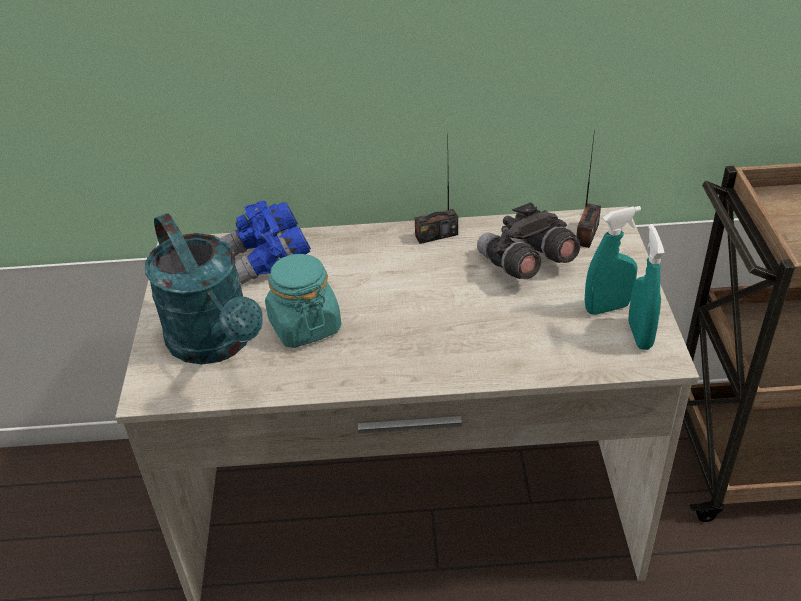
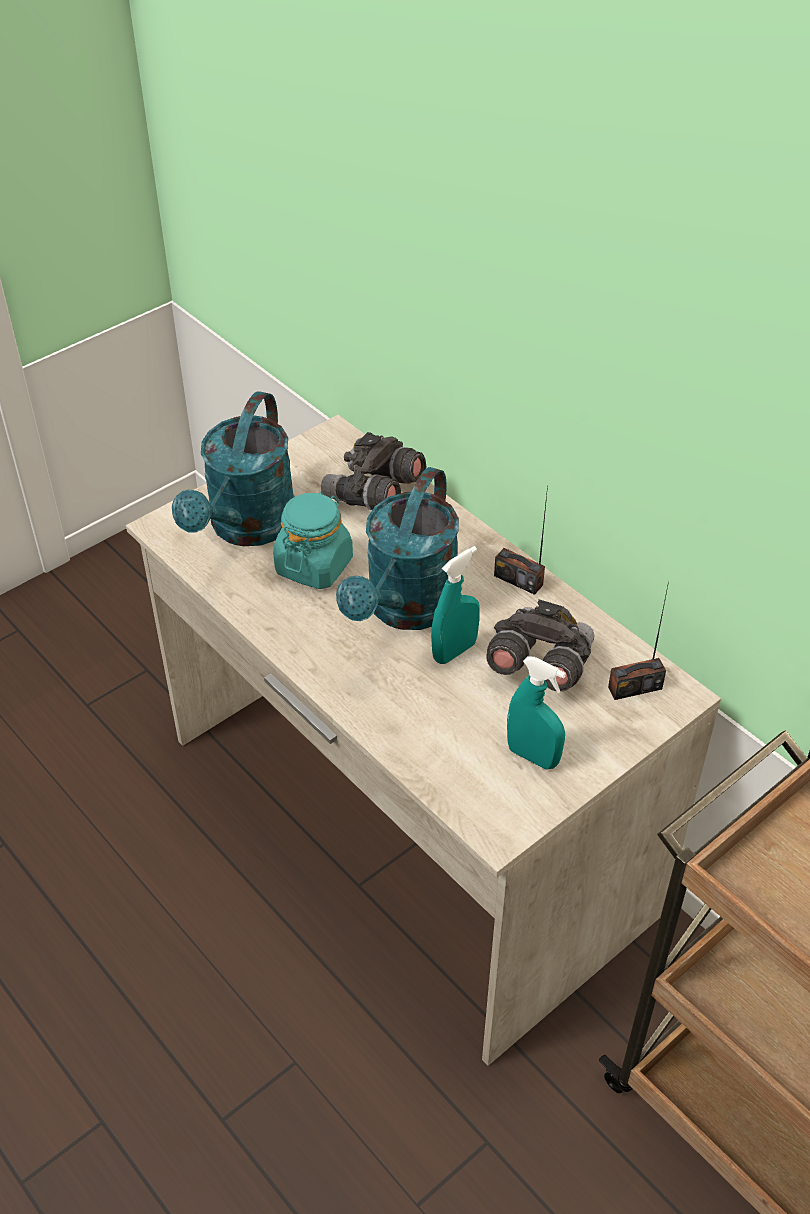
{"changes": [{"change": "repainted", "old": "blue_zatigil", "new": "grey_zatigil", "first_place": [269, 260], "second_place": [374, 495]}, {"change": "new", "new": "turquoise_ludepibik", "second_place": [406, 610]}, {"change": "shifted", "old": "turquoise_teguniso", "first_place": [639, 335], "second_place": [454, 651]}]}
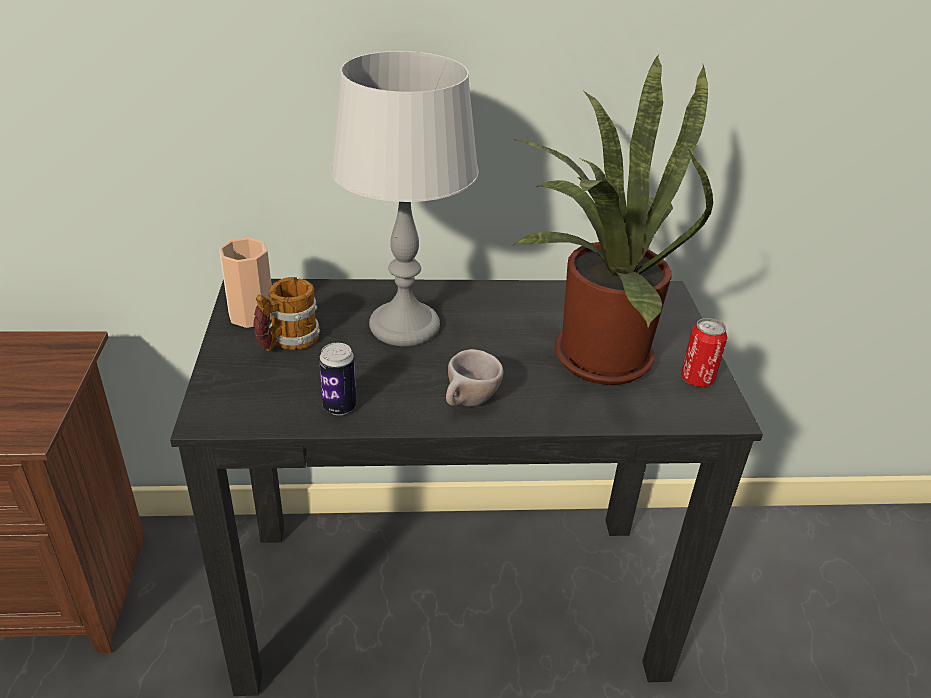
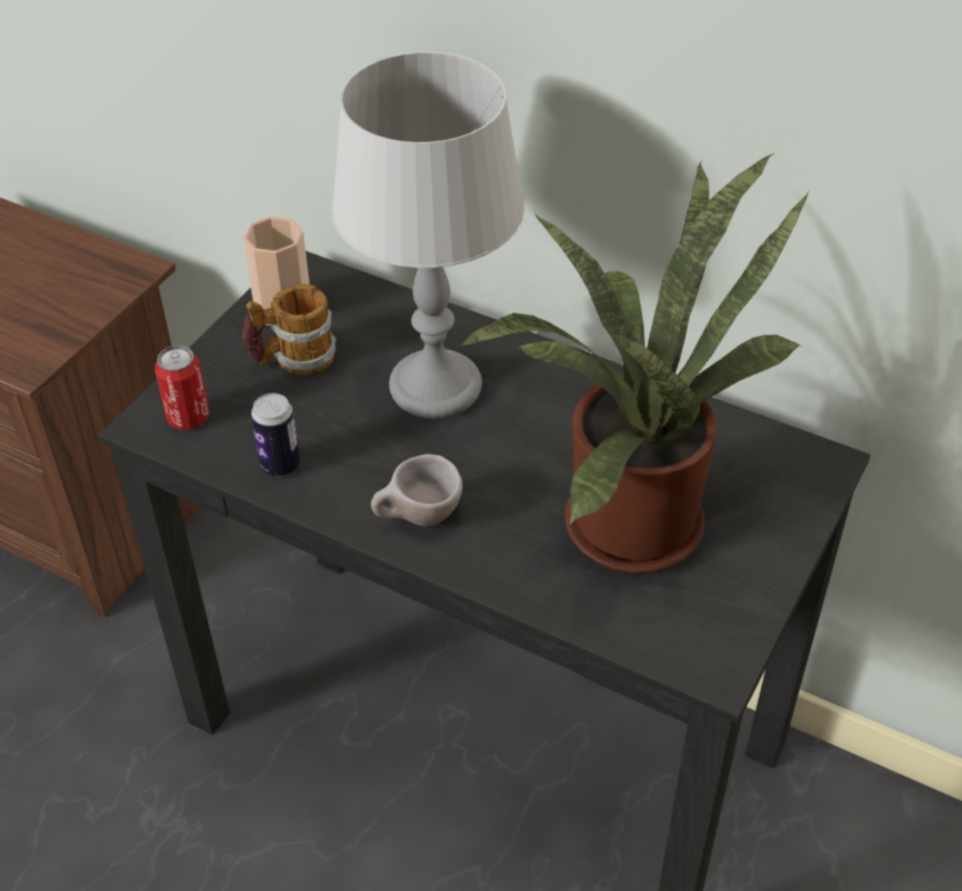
{"changes": [{"change": "shifted", "old": "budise", "first_place": [697, 379], "second_place": [188, 418]}]}
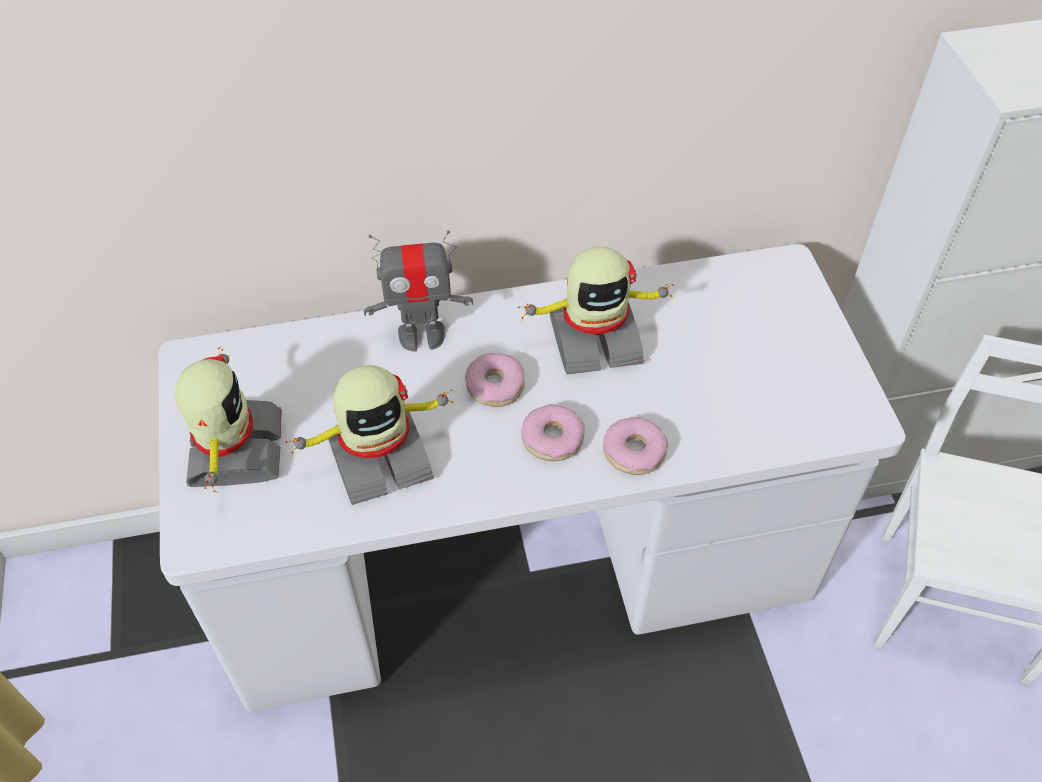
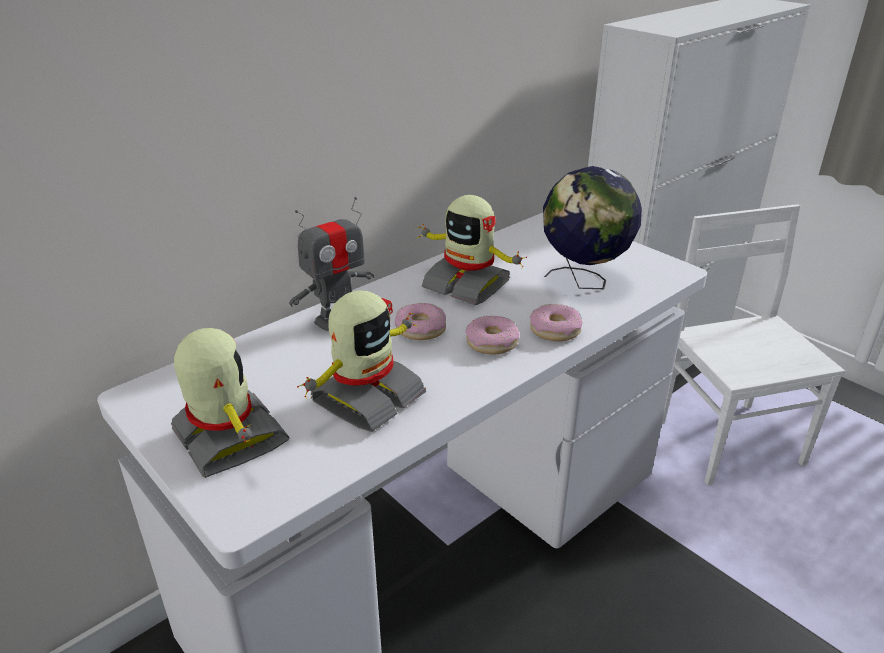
{"changes": [{"change": "rotated", "old": "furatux", "first_place": [594, 338], "second_place": [467, 284], "degrees": 75}, {"change": "new", "new": "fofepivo", "second_place": [583, 282]}]}
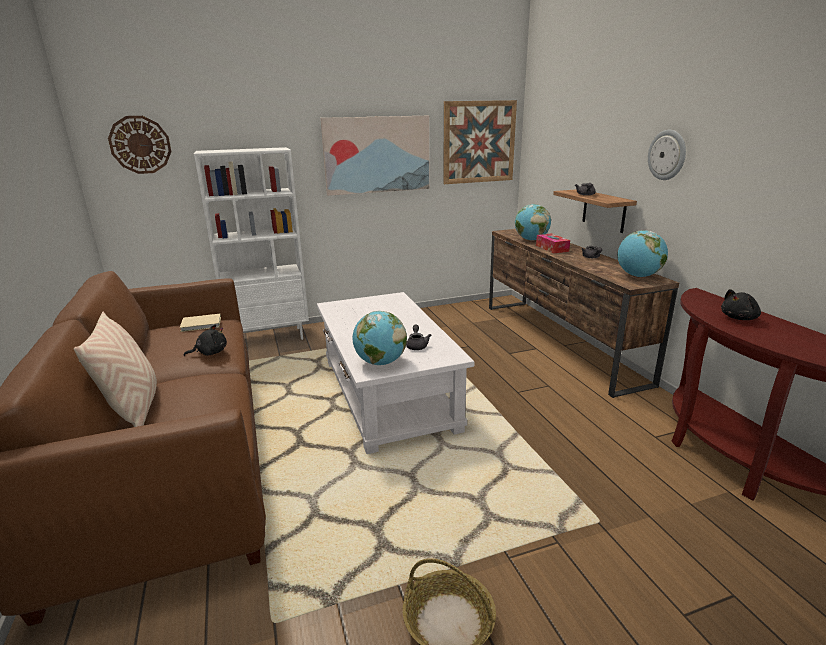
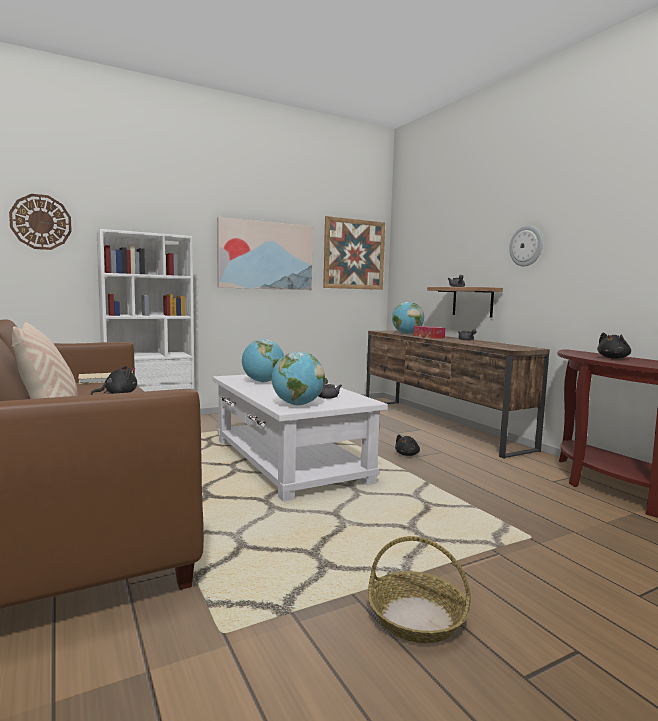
{"changes": [{"change": "shifted", "old": "fofepivo", "first_place": [638, 276], "second_place": [263, 382]}, {"change": "new", "new": "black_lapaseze", "second_place": [407, 454]}]}
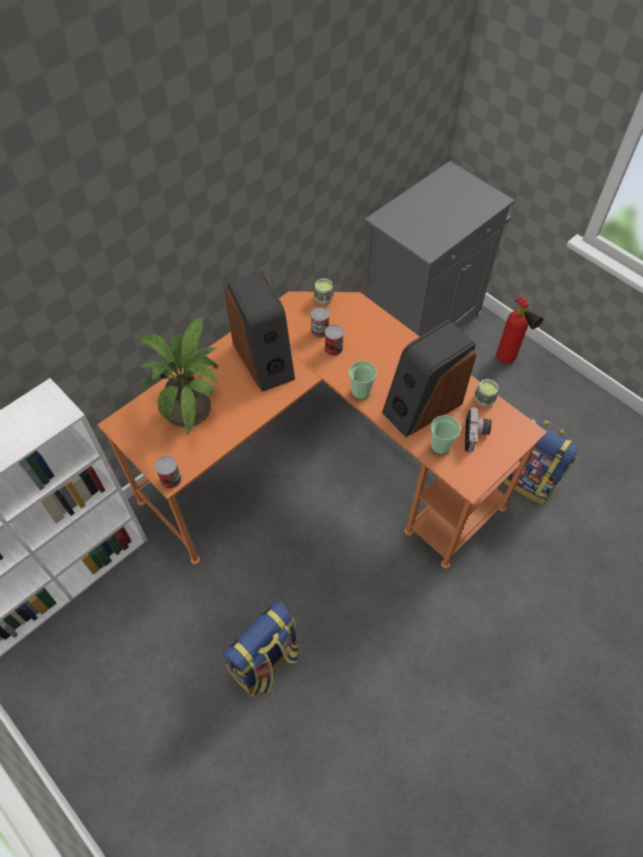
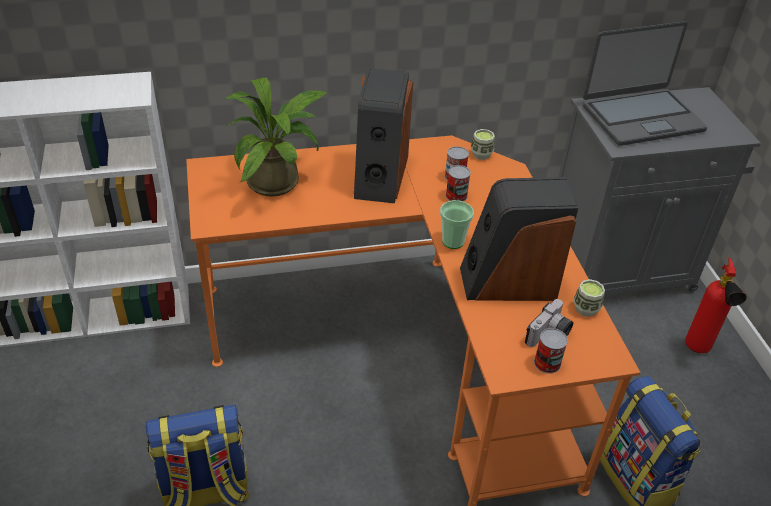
{"changes": [{"change": "shifted", "old": "budise", "first_place": [171, 479], "second_place": [547, 363]}, {"change": "new", "new": "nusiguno", "second_place": [641, 117]}, {"change": "gone", "old": "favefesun", "first_place": [440, 446]}]}
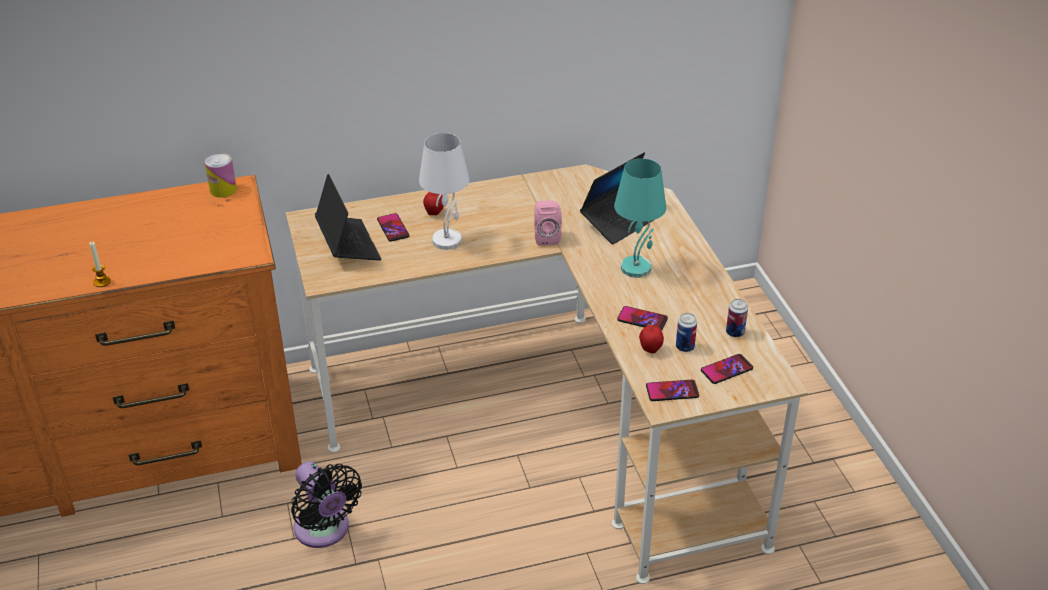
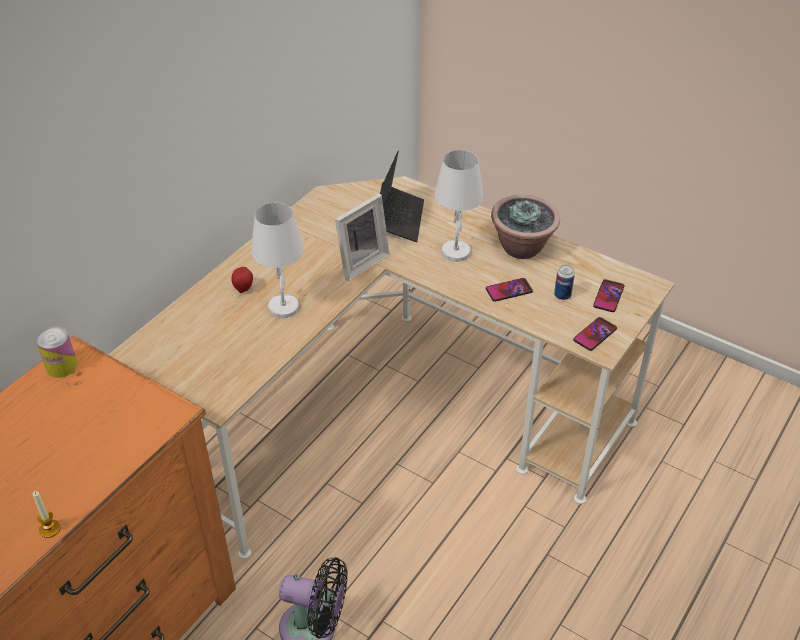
{"changes": [{"change": "swapped", "old": "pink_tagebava", "new": "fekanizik", "first_place": [546, 237], "second_place": [360, 262]}, {"change": "repainted", "old": "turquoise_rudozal", "new": "white_rudozal", "first_place": [636, 267], "second_place": [455, 251]}, {"change": "new", "new": "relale", "second_place": [522, 247]}, {"change": "gone", "old": "nusiguno", "first_place": [348, 244]}, {"change": "gone", "old": "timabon", "first_place": [393, 228]}, {"change": "gone", "old": "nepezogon", "first_place": [650, 350]}, {"change": "gone", "old": "budise", "first_place": [735, 333]}]}
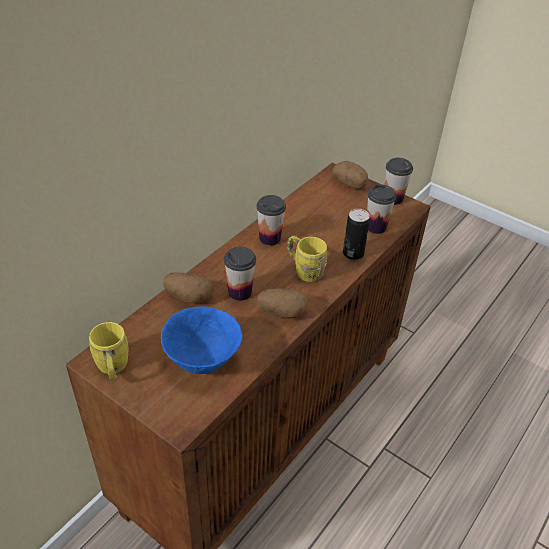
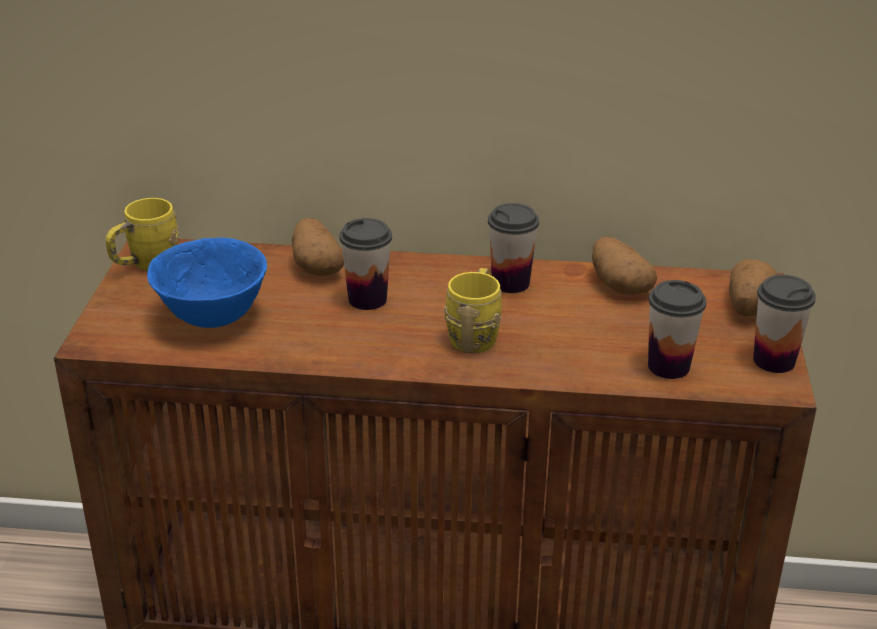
{"changes": [{"change": "shifted", "old": "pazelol", "first_place": [282, 312], "second_place": [618, 285]}, {"change": "gone", "old": "budise", "first_place": [353, 253]}]}
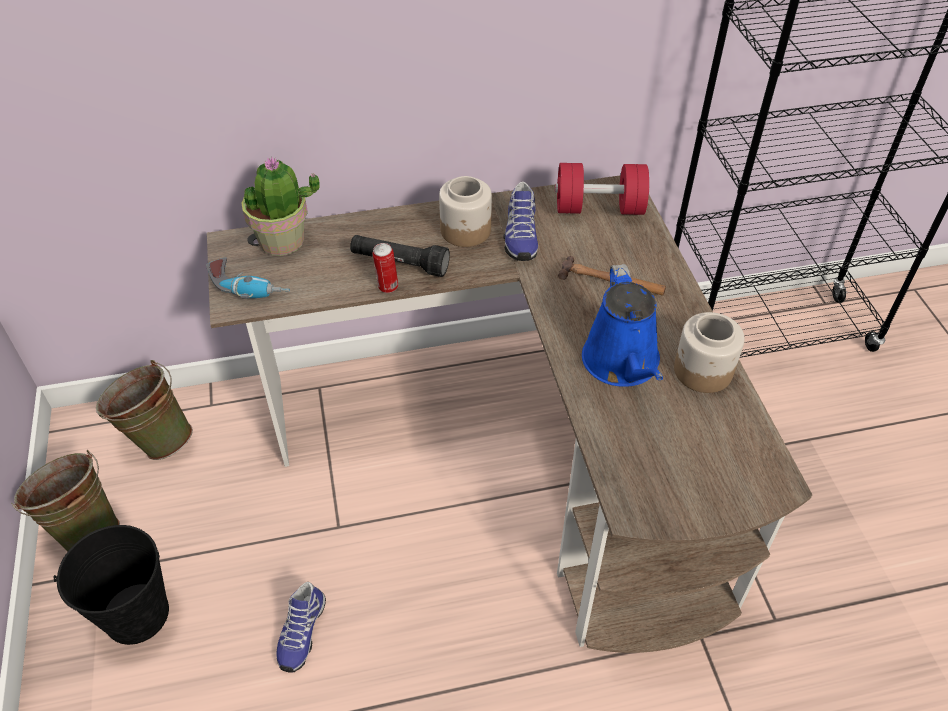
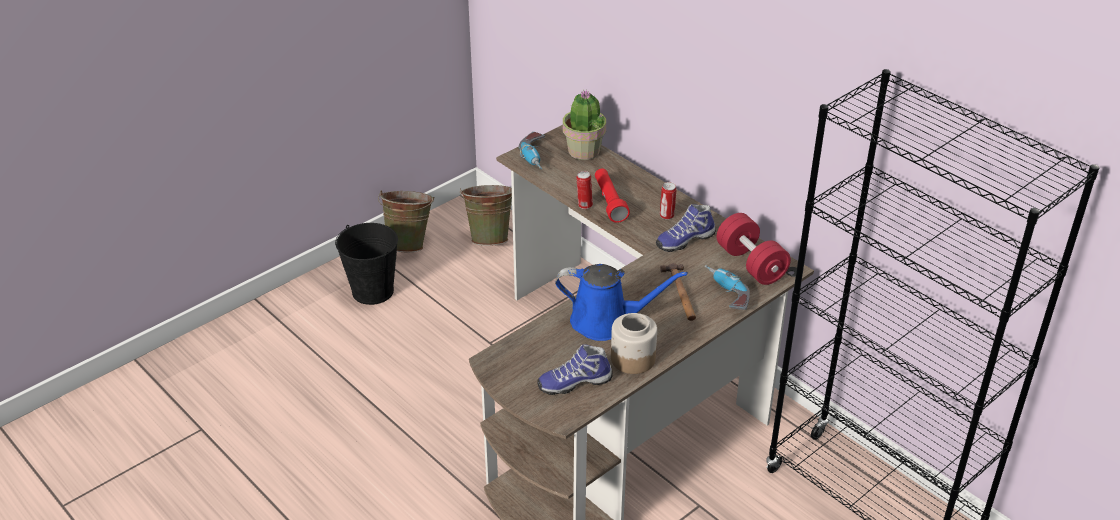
{"changes": [{"change": "shifted", "old": "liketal", "first_place": [301, 632], "second_place": [574, 382]}, {"change": "rotated", "old": "blue_ludepibik", "first_place": [622, 364], "second_place": [606, 322], "degrees": -135}, {"change": "repainted", "old": "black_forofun", "new": "red_forofun", "first_place": [399, 263], "second_place": [609, 202]}, {"change": "swapped", "old": "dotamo", "new": "budise", "first_place": [466, 231], "second_place": [667, 216]}, {"change": "new", "new": "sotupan", "second_place": [725, 294]}]}
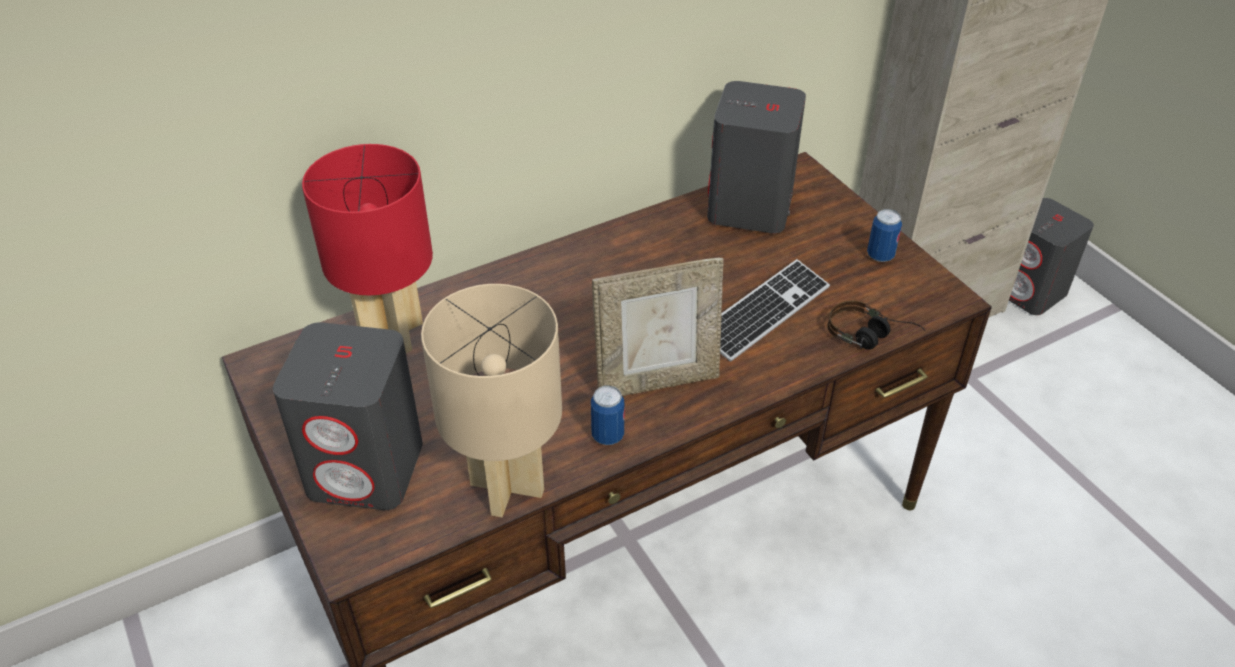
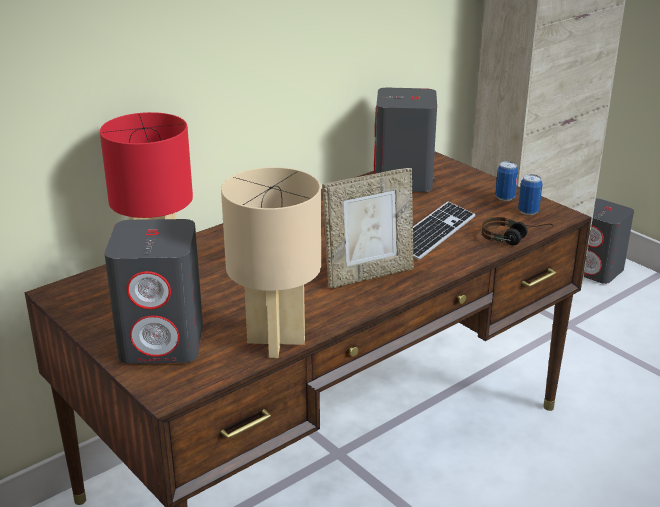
{"changes": [{"change": "shifted", "old": "budise", "first_place": [607, 435], "second_place": [528, 211]}]}
